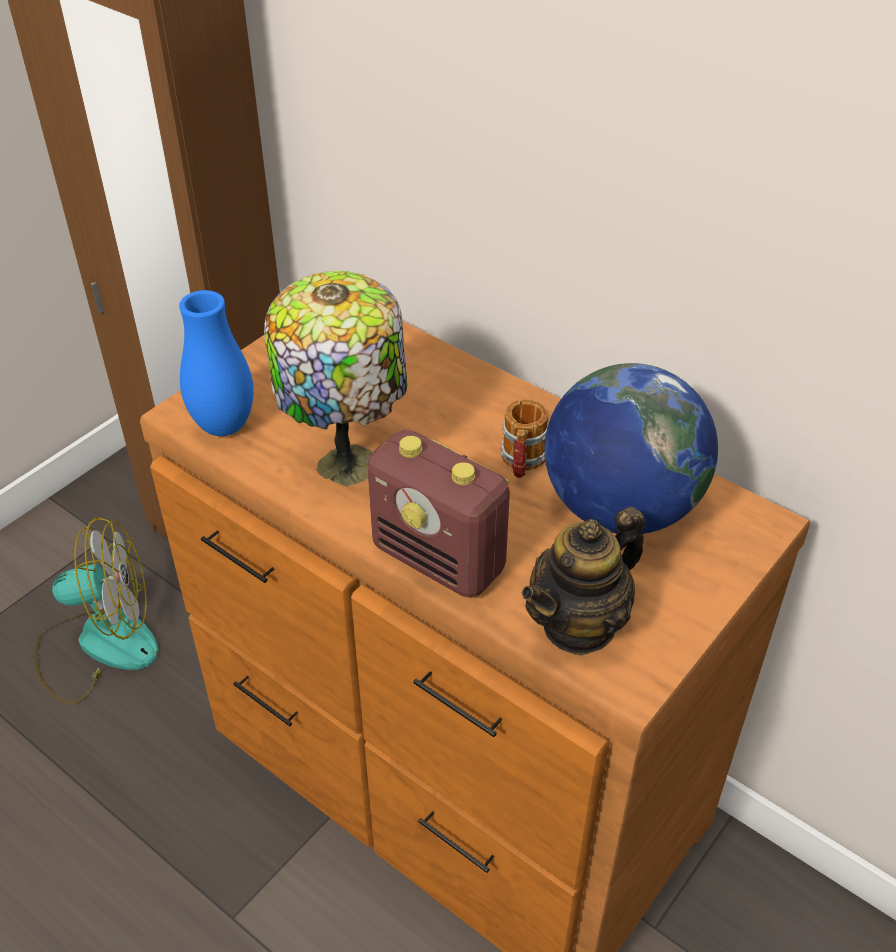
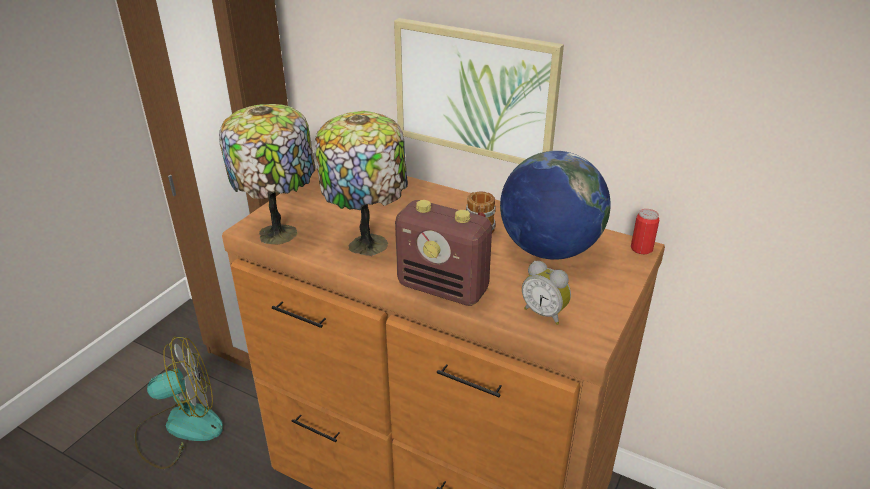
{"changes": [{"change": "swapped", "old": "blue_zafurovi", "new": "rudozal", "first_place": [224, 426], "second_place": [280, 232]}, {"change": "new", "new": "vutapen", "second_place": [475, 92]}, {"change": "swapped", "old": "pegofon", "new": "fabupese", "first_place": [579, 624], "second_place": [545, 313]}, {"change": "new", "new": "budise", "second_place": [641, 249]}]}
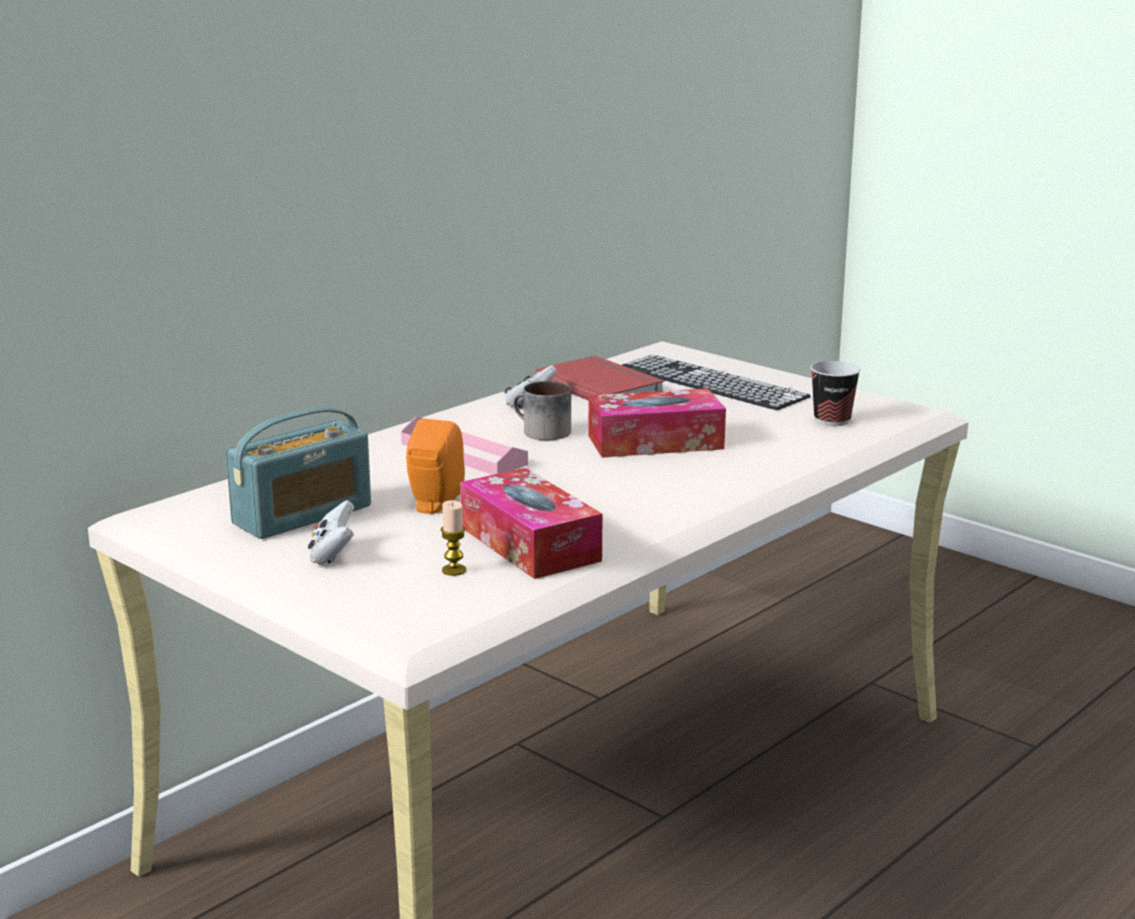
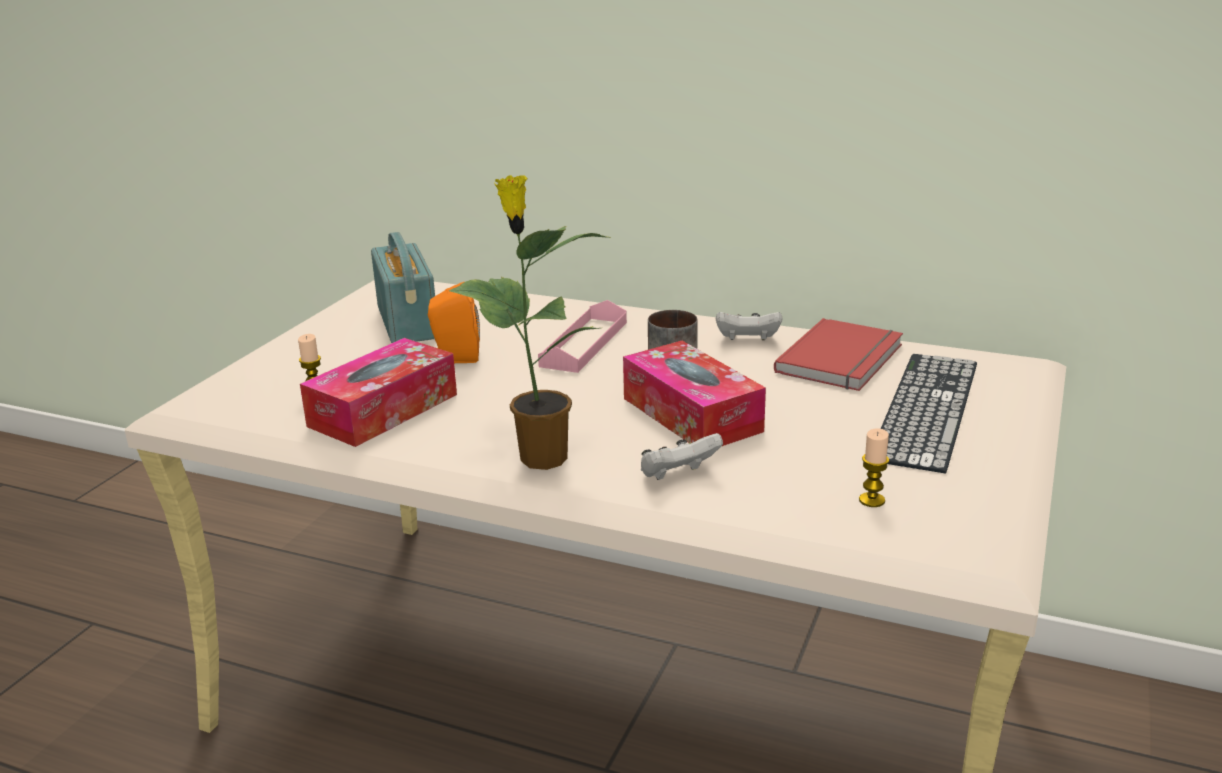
{"changes": [{"change": "rotated", "old": "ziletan", "first_place": [302, 515], "second_place": [408, 322], "degrees": -135}, {"change": "new", "new": "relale", "second_place": [540, 457]}, {"change": "shifted", "old": "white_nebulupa", "first_place": [332, 555], "second_place": [677, 476]}, {"change": "swapped", "old": "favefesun", "new": "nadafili", "first_place": [832, 420], "second_place": [871, 500]}]}
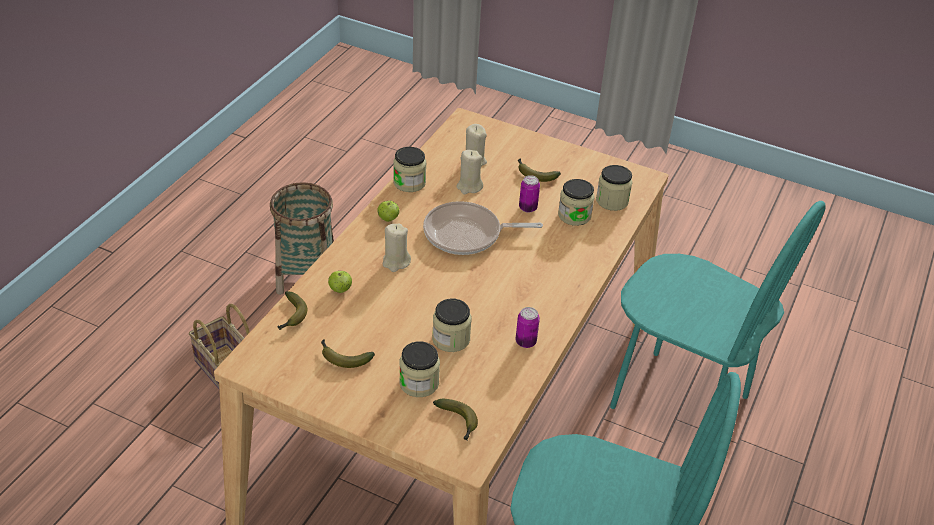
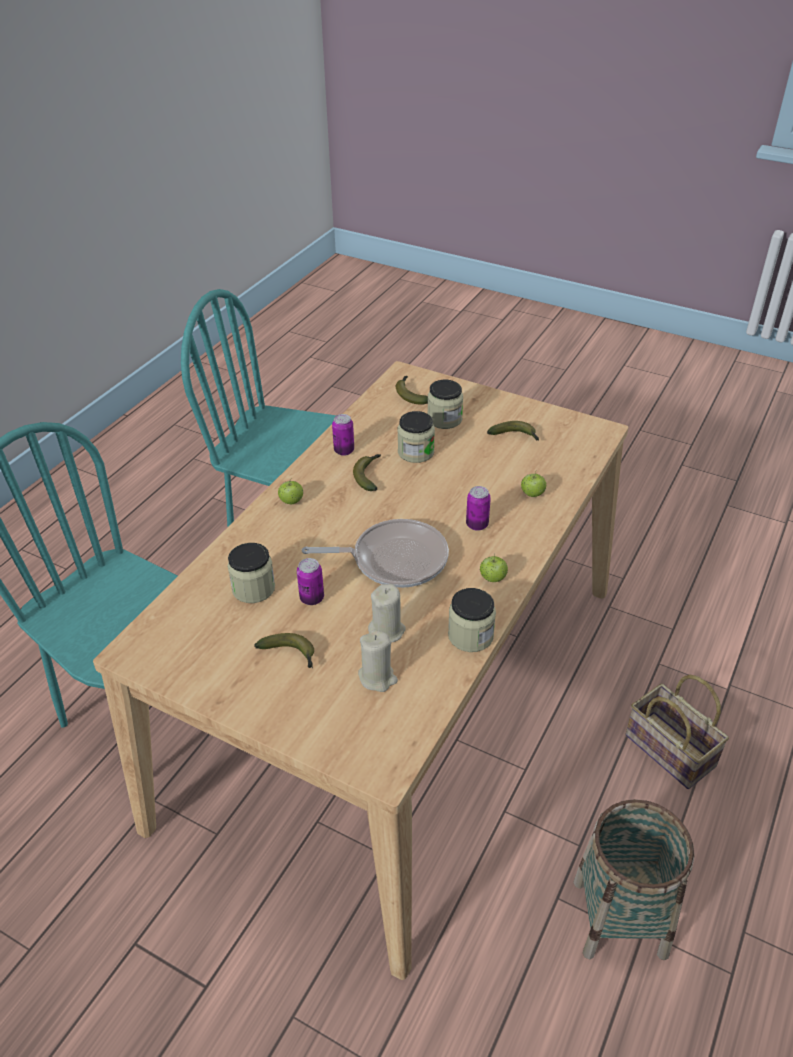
{"changes": [{"change": "new", "new": "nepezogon", "second_place": [291, 502]}, {"change": "shifted", "old": "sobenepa", "first_place": [291, 316], "second_place": [369, 475]}, {"change": "swapped", "old": "beige_nadafili", "new": "budise", "first_place": [396, 262], "second_place": [477, 525]}, {"change": "gone", "old": "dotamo", "first_place": [612, 201]}]}
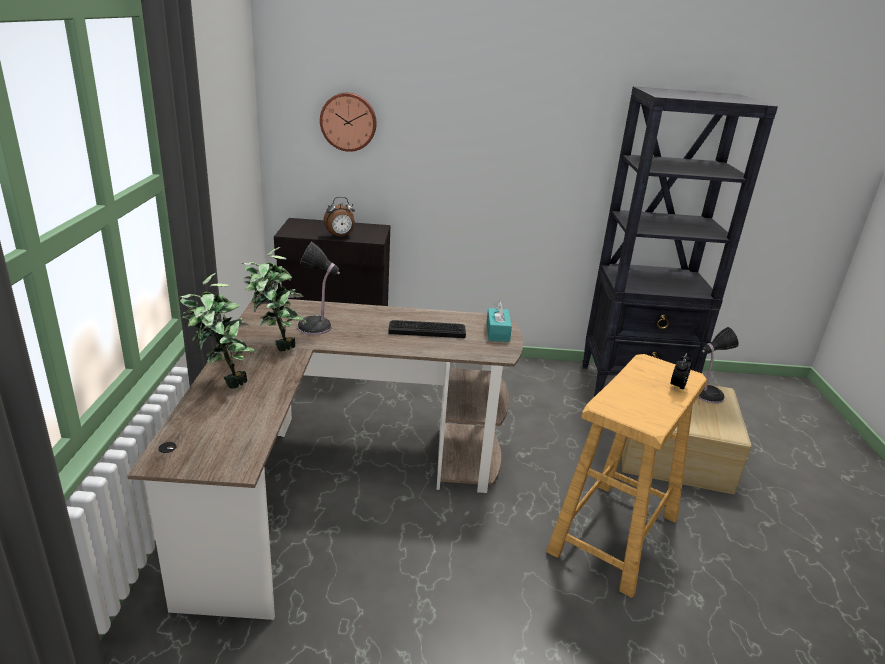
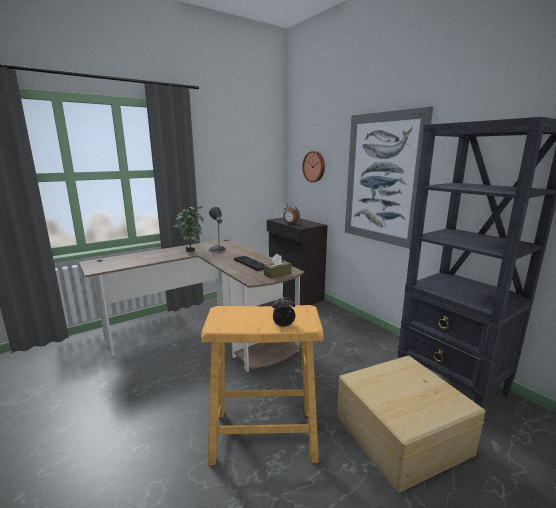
{"changes": [{"change": "repainted", "old": "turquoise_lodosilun", "new": "brown_lodosilun", "first_place": [497, 332], "second_place": [277, 274]}, {"change": "new", "new": "vutapen", "second_place": [382, 179]}, {"change": "gone", "old": "relale", "first_place": [223, 383]}, {"change": "gone", "old": "rudozal", "first_place": [707, 395]}]}
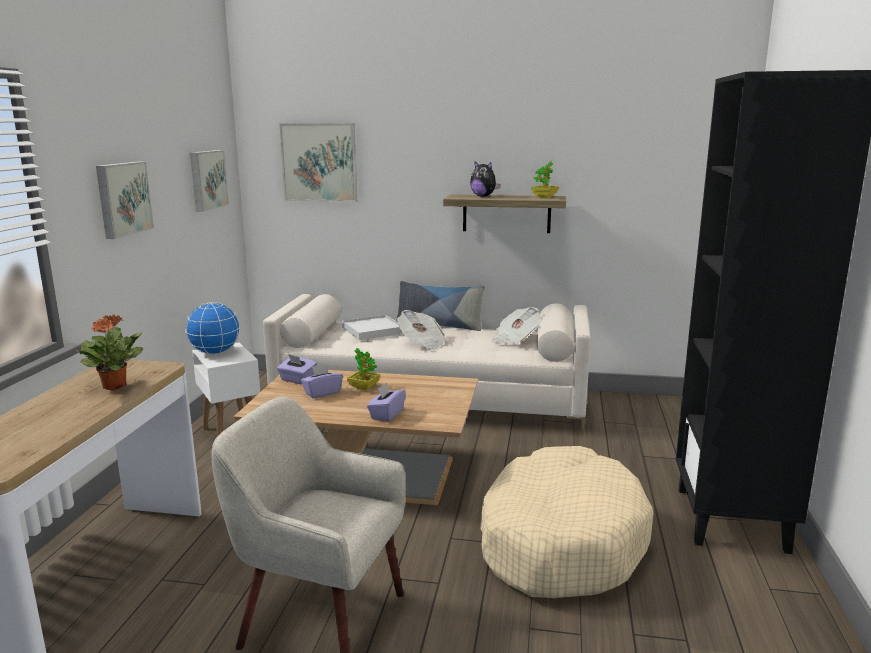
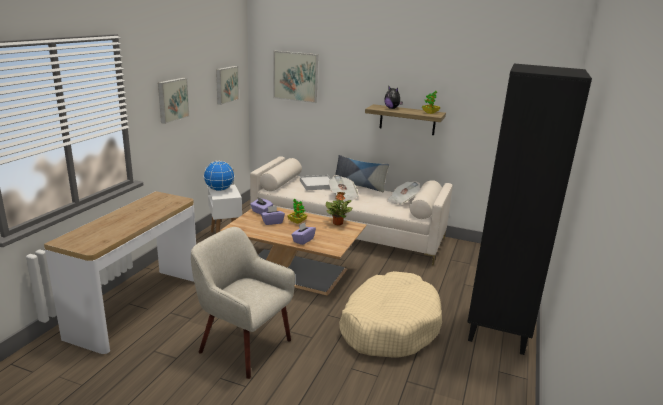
{"changes": [{"change": "shifted", "old": "relale", "first_place": [115, 386], "second_place": [338, 223]}]}
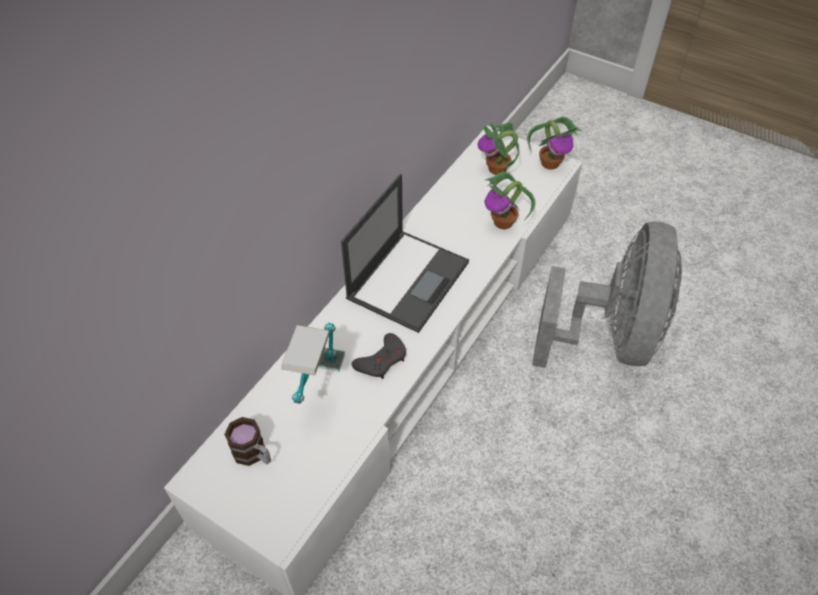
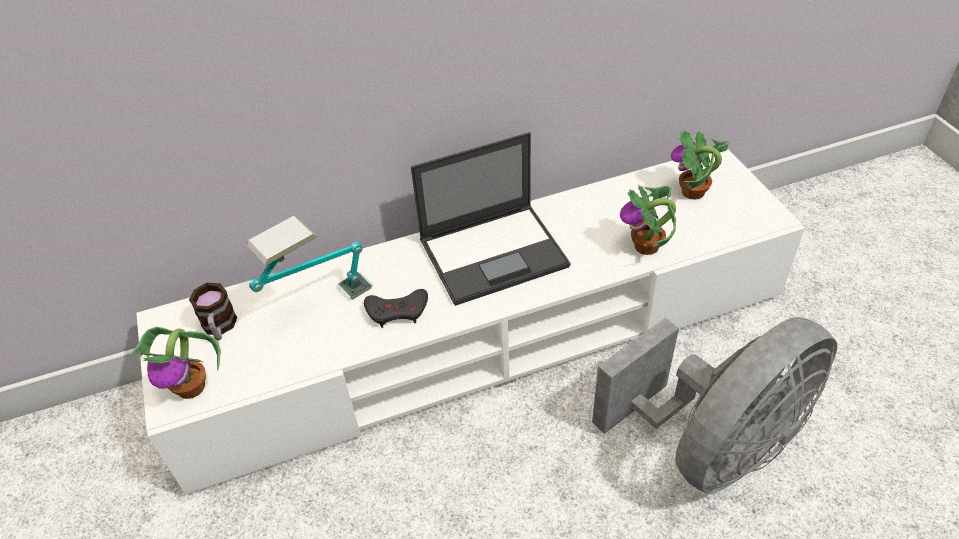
{"changes": [{"change": "shifted", "old": "relale", "first_place": [550, 163], "second_place": [192, 387]}]}
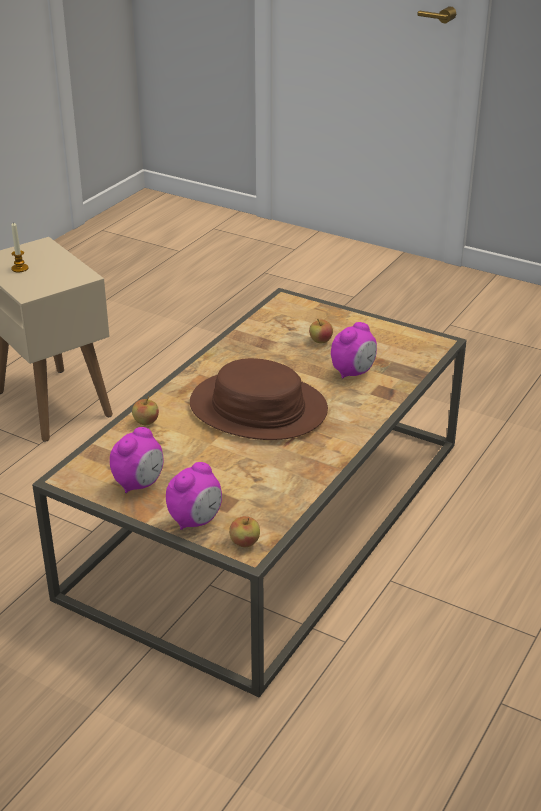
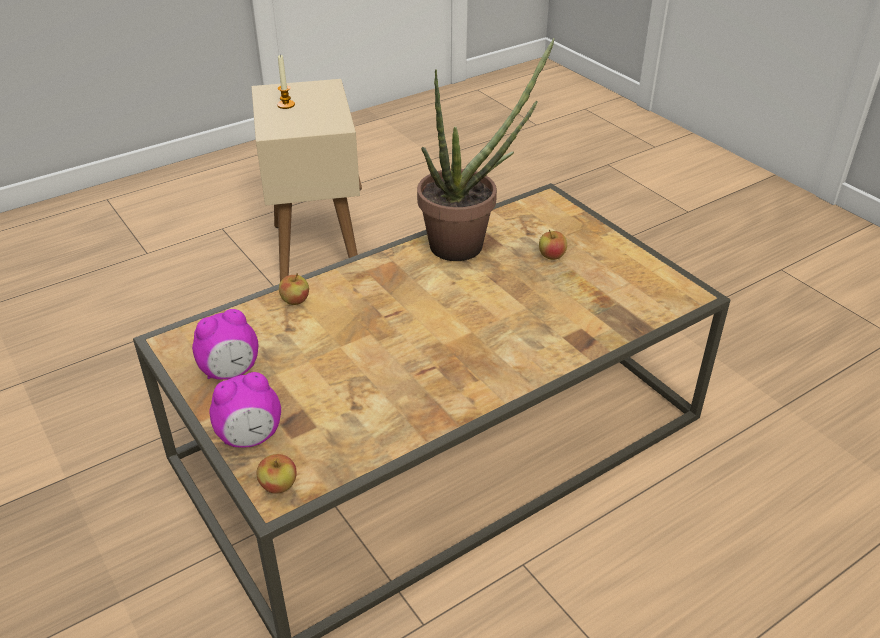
{"changes": [{"change": "new", "new": "relale", "second_place": [467, 243]}, {"change": "gone", "old": "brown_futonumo", "first_place": [258, 408]}, {"change": "gone", "old": "fabupese", "first_place": [353, 372]}]}
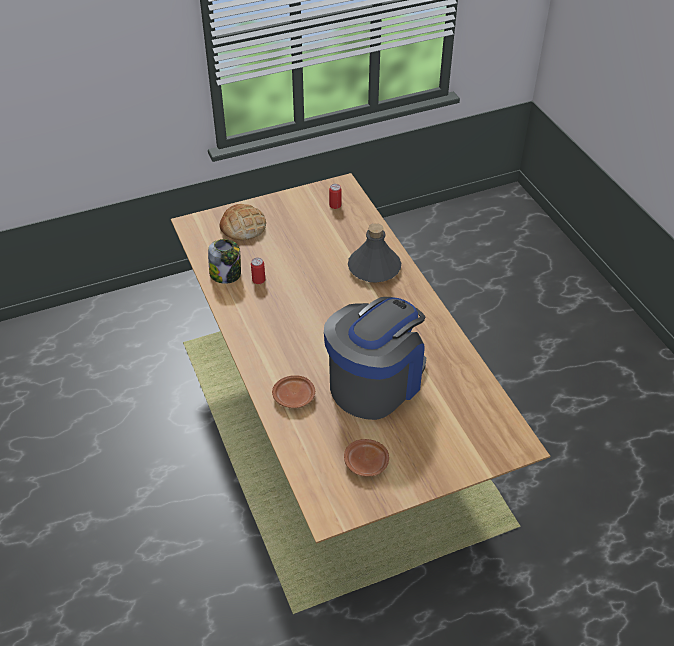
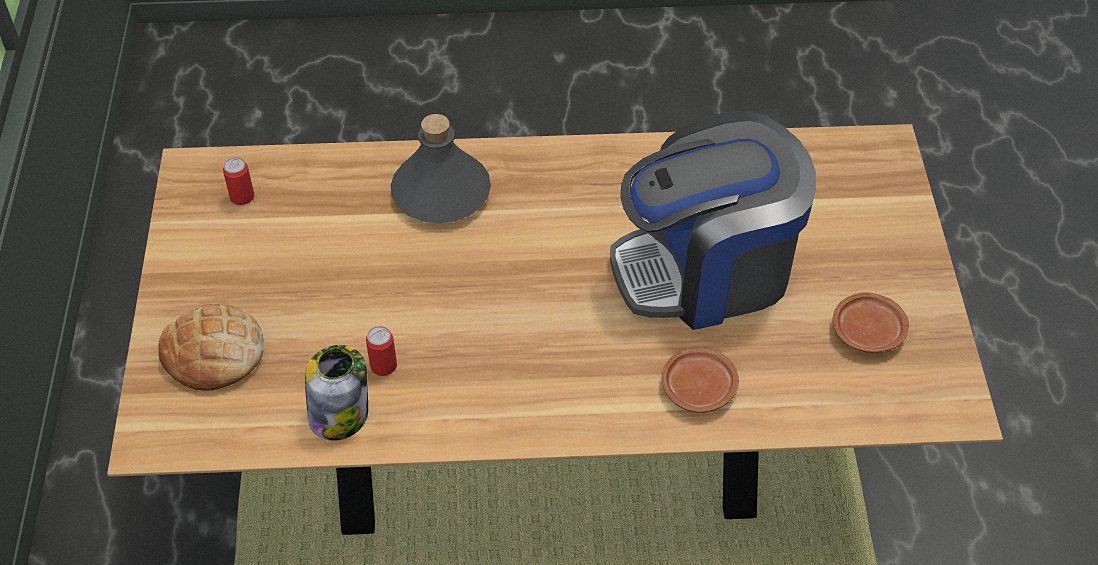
{"changes": [{"change": "rotated", "old": "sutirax", "first_place": [375, 382], "second_place": [706, 270], "degrees": -75}]}
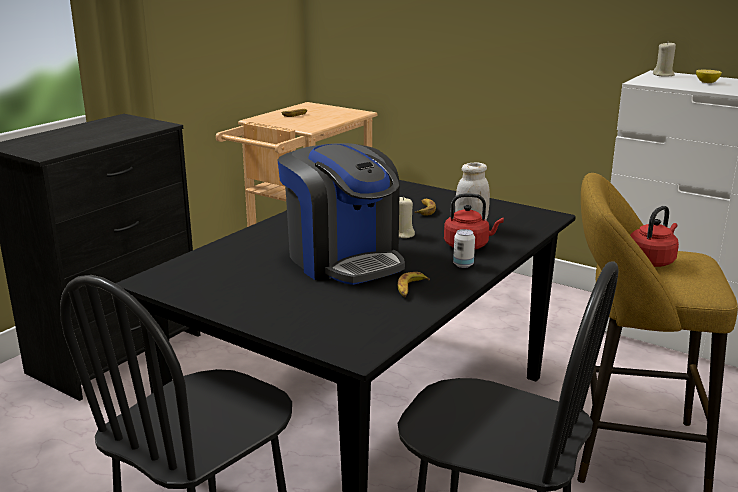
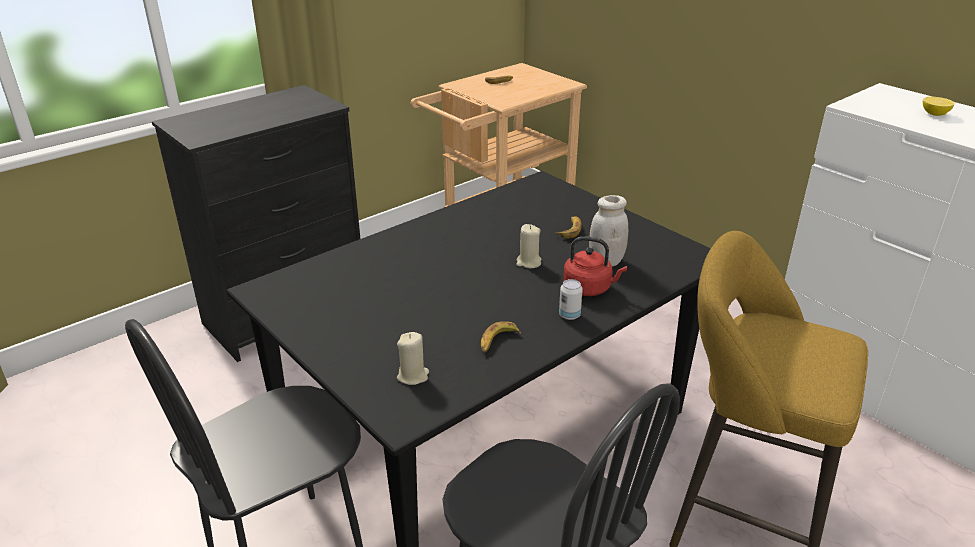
{"changes": [{"change": "shifted", "old": "beige_nadafili", "first_place": [663, 75], "second_place": [413, 376]}, {"change": "gone", "old": "sutirax", "first_place": [344, 259]}, {"change": "gone", "old": "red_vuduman", "first_place": [652, 261]}]}
